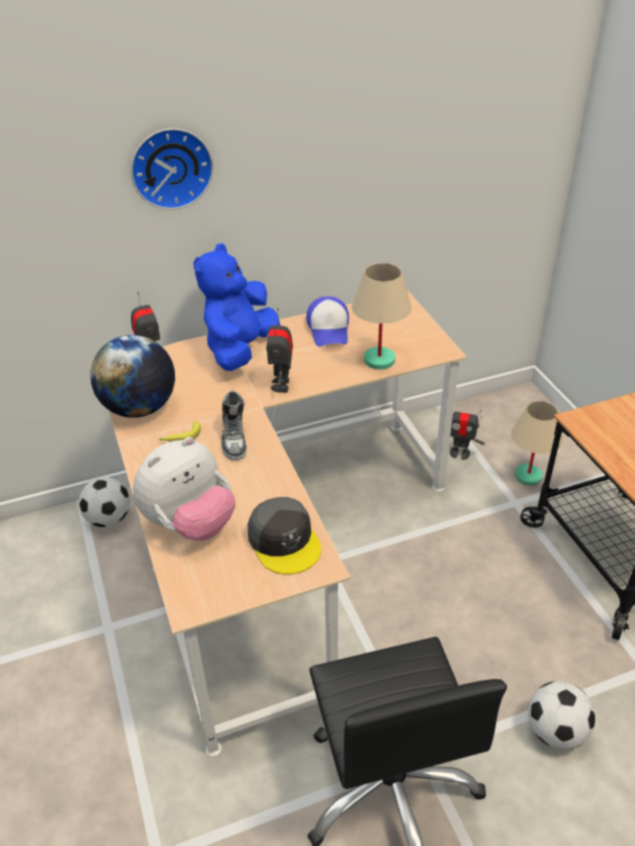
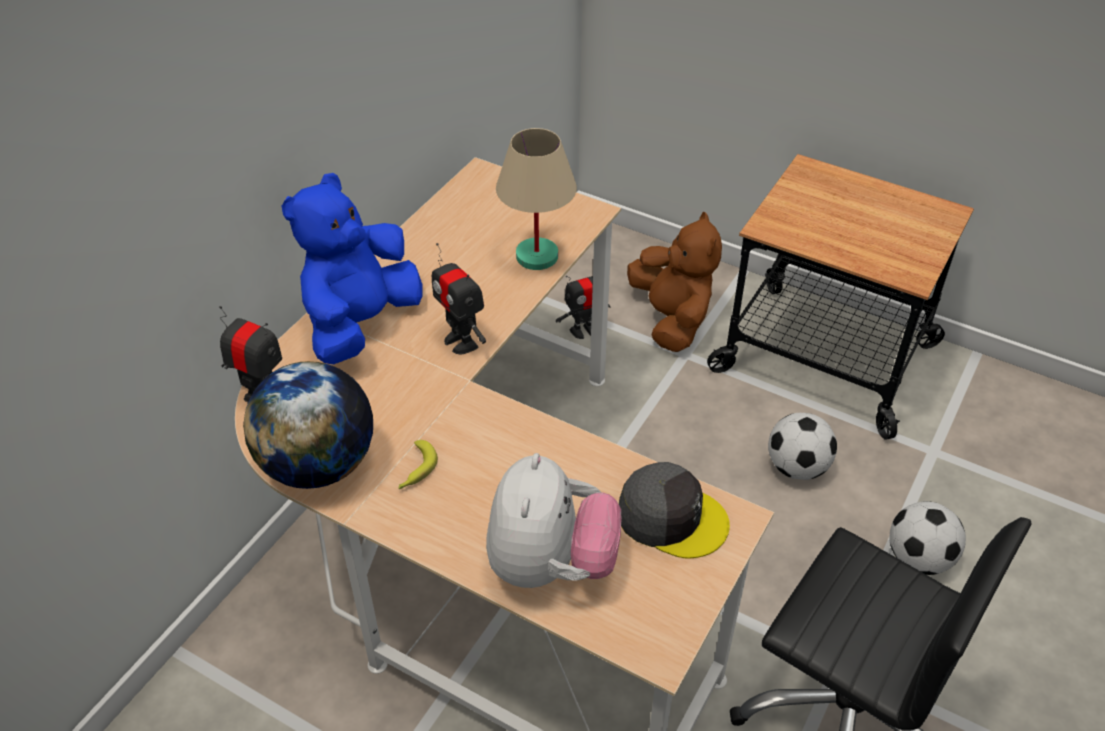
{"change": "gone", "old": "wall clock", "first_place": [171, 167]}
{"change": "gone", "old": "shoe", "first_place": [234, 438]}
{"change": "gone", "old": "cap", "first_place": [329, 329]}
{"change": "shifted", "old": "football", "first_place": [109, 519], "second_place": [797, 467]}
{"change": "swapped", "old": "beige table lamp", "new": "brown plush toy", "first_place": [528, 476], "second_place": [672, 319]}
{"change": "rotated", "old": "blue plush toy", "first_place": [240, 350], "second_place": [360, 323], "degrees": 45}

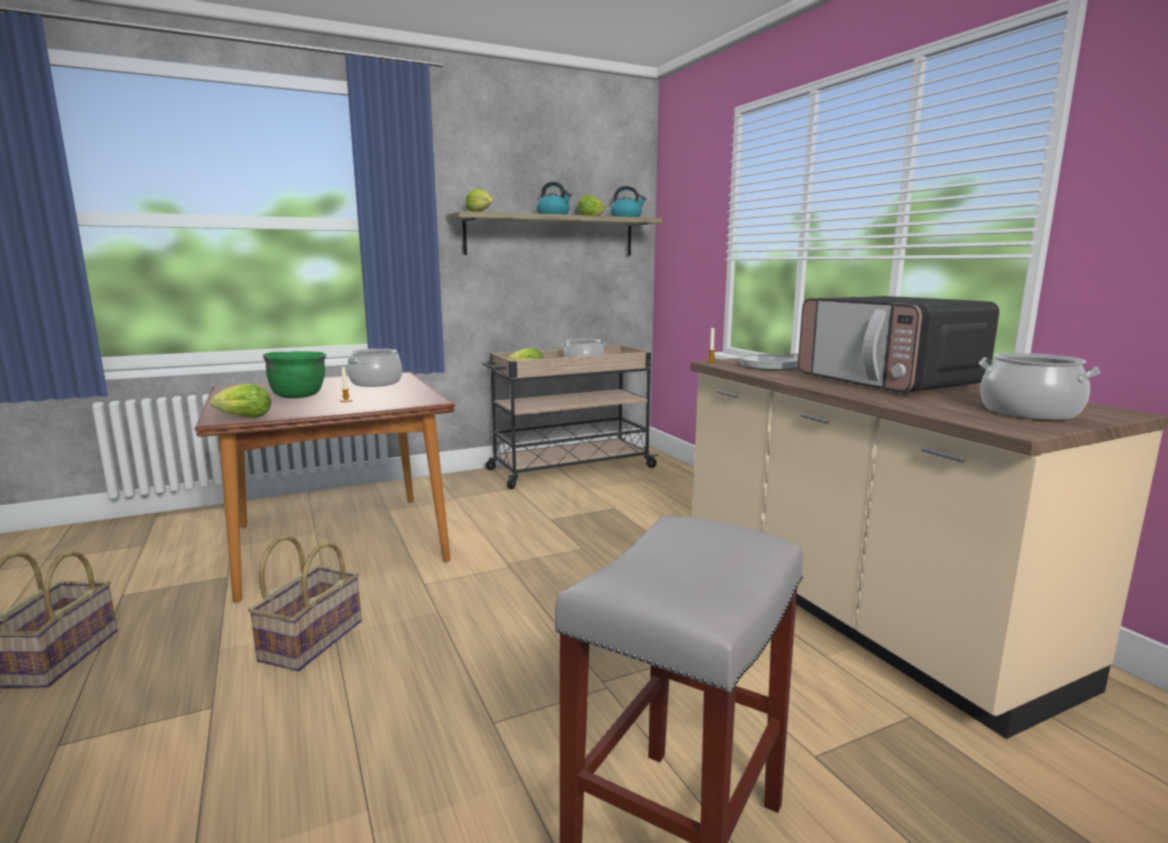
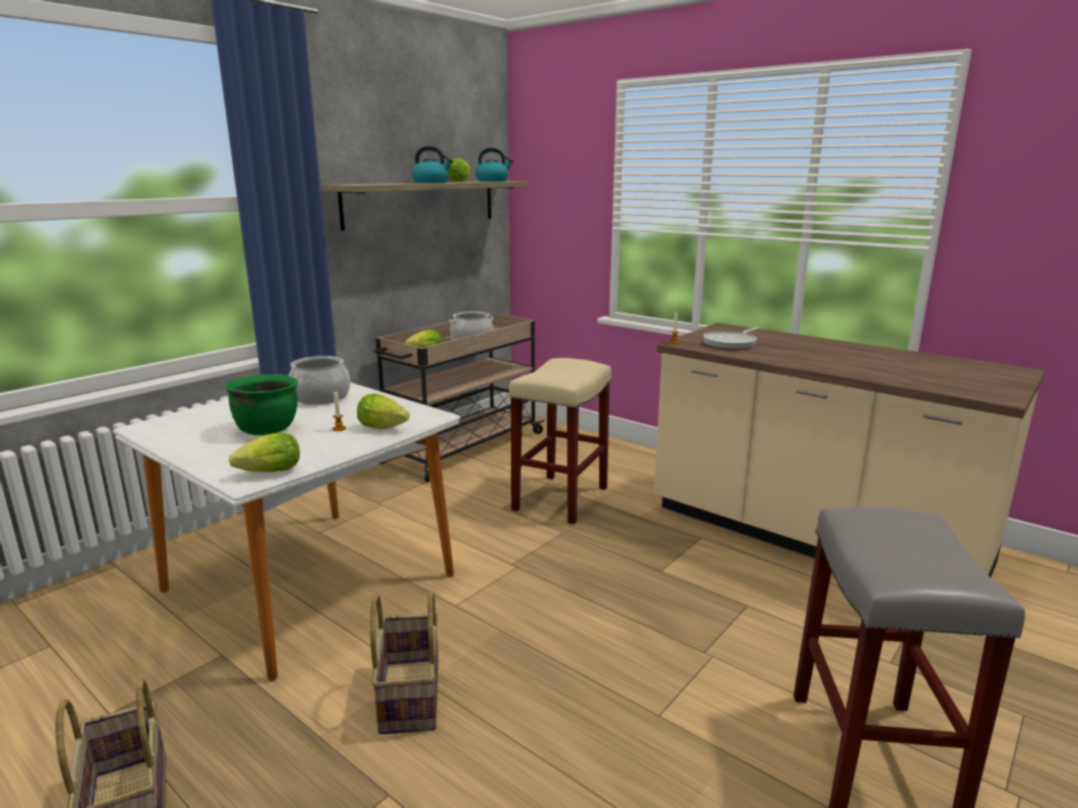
{"change": "gone", "old": "microwave", "first_place": [888, 382]}
{"change": "gone", "old": "cooking pot", "first_place": [1028, 412]}
{"change": "new", "new": "beige stool", "second_place": [560, 499]}
{"change": "shifted", "old": "lettuce", "first_place": [481, 212], "second_place": [385, 428]}
{"change": "repainted", "old": "brown dining table", "new": "white dining table", "first_place": [340, 543], "second_place": [311, 583]}

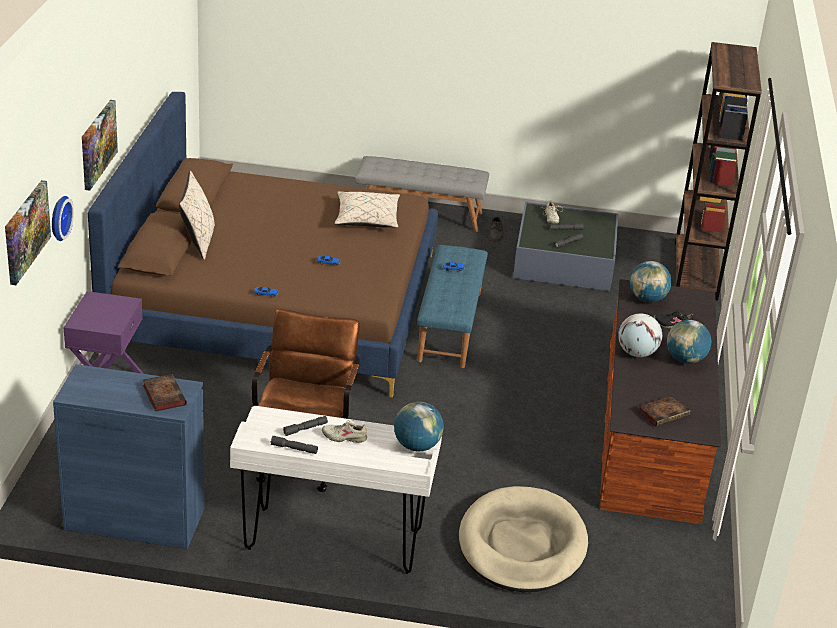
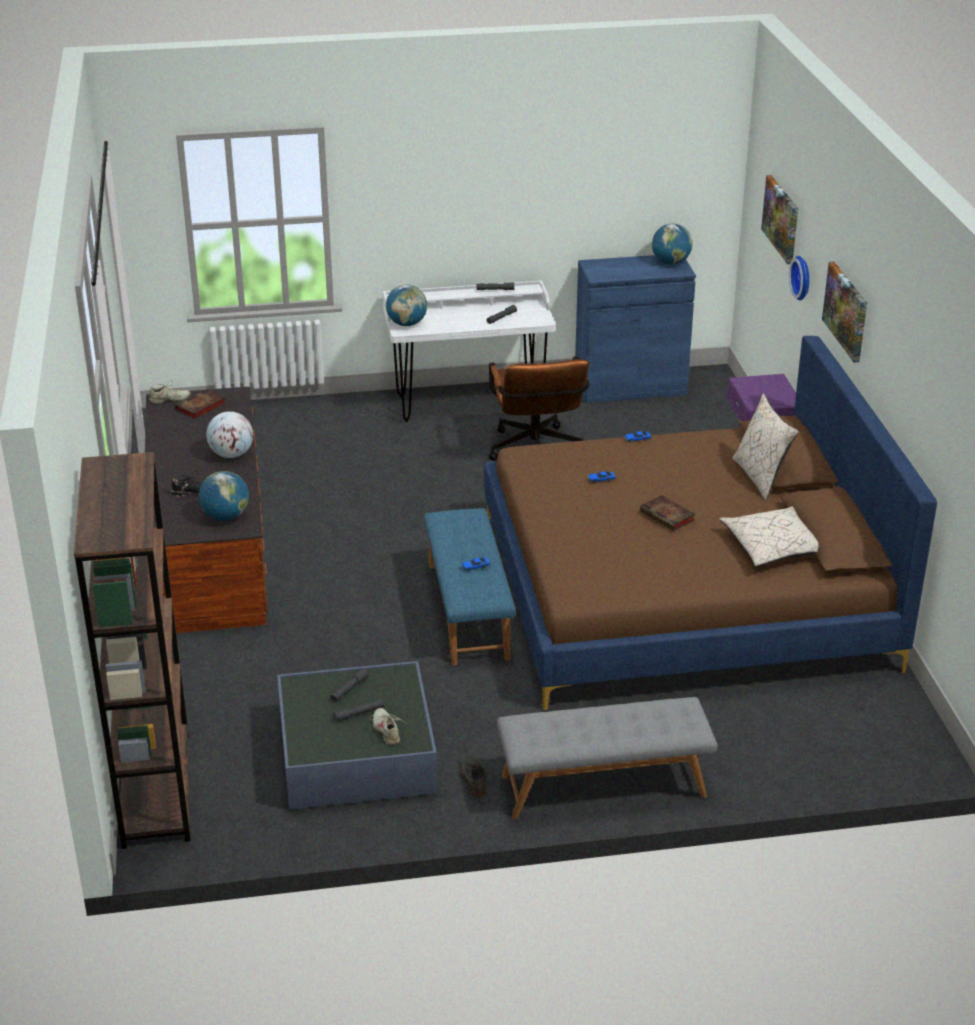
{"change": "gone", "old": "beige dog bed", "first_place": [522, 545]}
{"change": "shifted", "old": "book", "first_place": [163, 395], "second_place": [668, 516]}
{"change": "shifted", "old": "beige shoe", "first_place": [344, 437], "second_place": [169, 400]}
{"change": "shifted", "old": "beige pillow", "first_place": [366, 219], "second_place": [773, 547]}
{"change": "shifted", "old": "globe", "first_place": [685, 359], "second_place": [670, 262]}

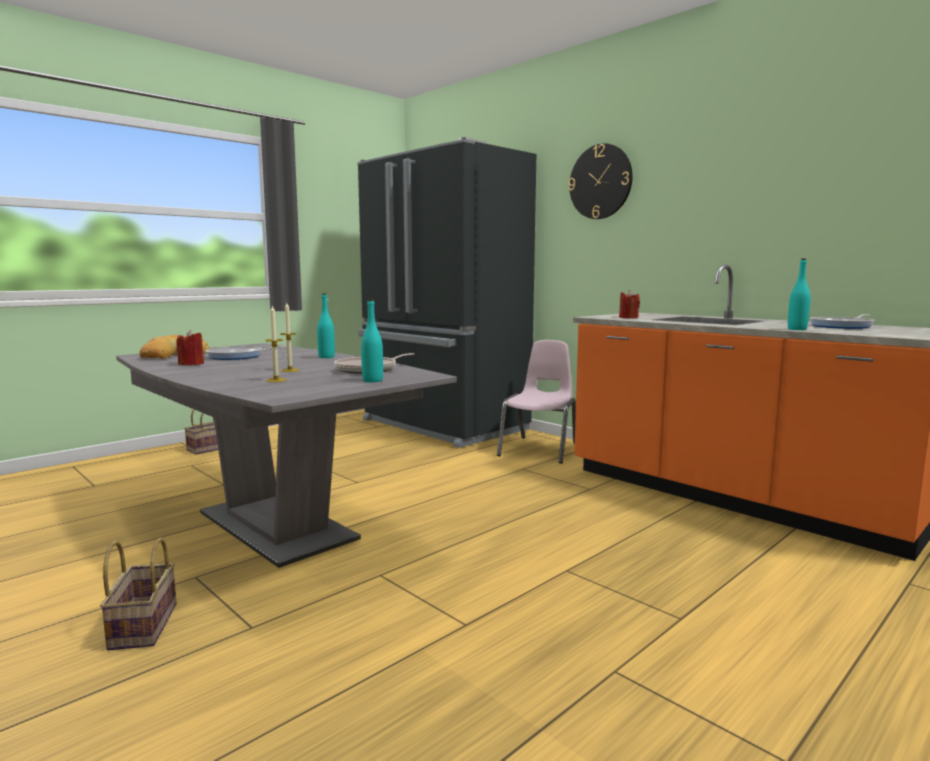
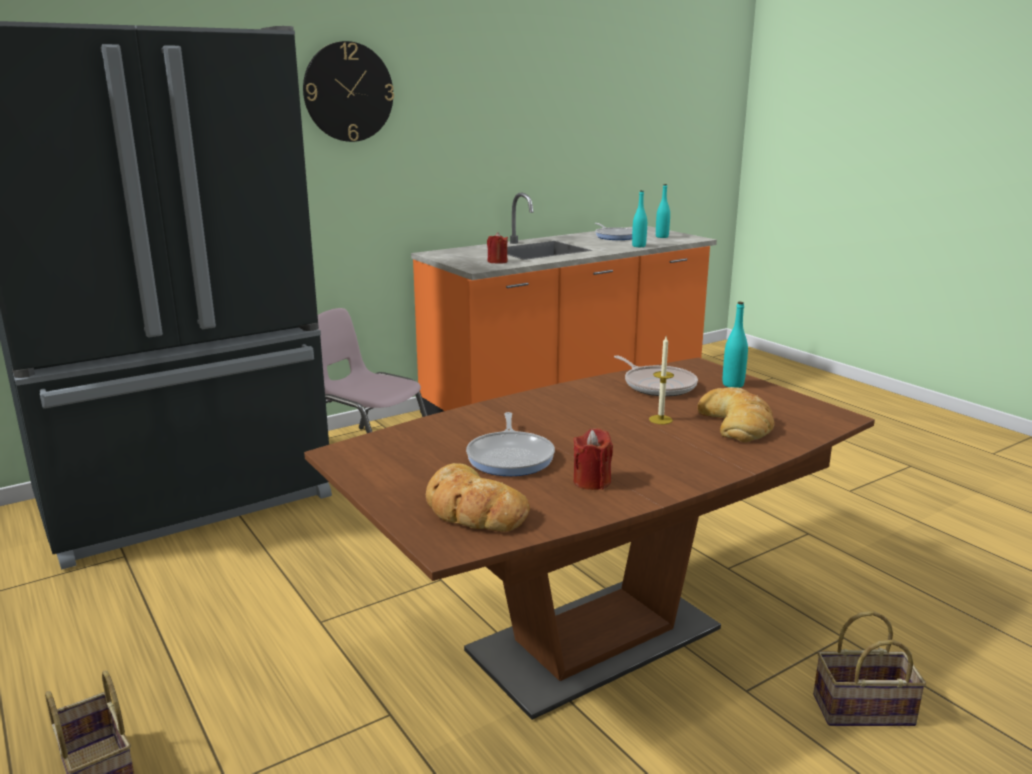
{"change": "shifted", "old": "turquoise bottle", "first_place": [326, 357], "second_place": [662, 237]}
{"change": "swapped", "old": "candle", "new": "bread", "first_place": [276, 380], "second_place": [737, 423]}
{"change": "repainted", "old": "grey dining table", "new": "brown dining table", "first_place": [276, 526], "second_place": [595, 640]}

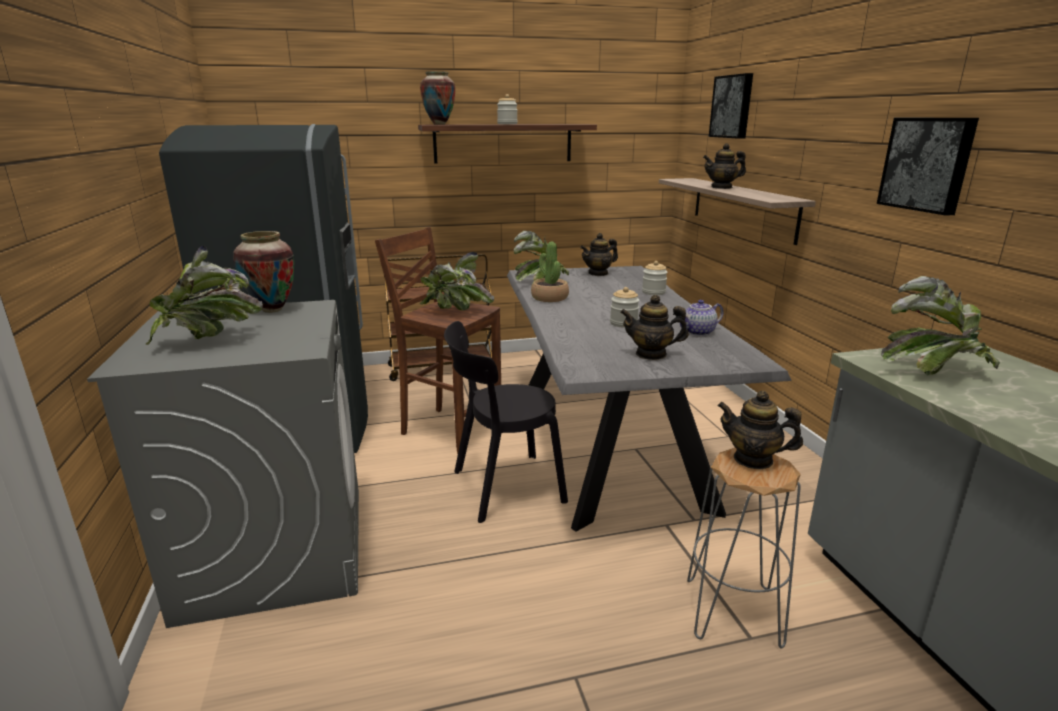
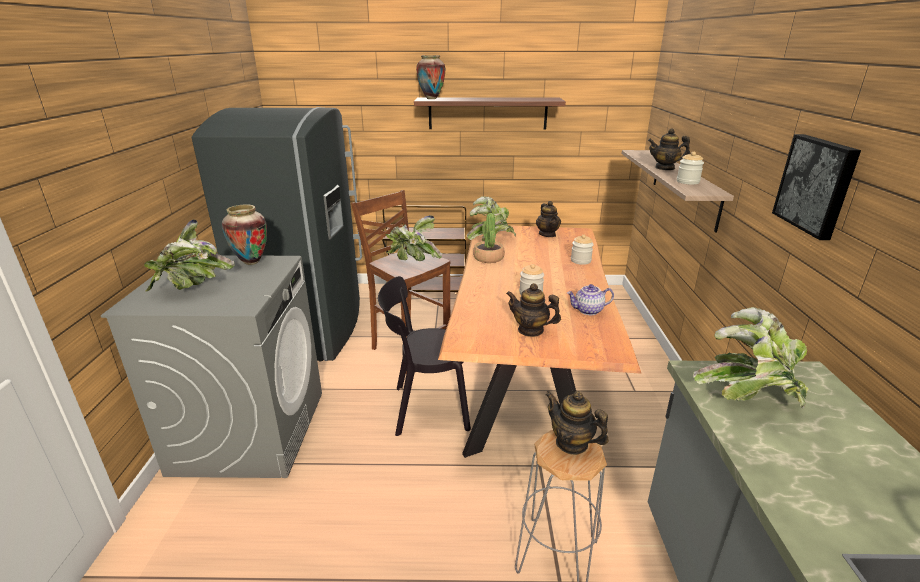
{"change": "gone", "old": "picture", "first_place": [732, 106]}
{"change": "shifted", "old": "jar", "first_place": [507, 124], "second_place": [687, 182]}
{"change": "repainted", "old": "grey dining table", "new": "brown dining table", "first_place": [606, 441], "second_place": [527, 380]}
{"change": "rotated", "old": "teapot", "first_place": [598, 273], "second_place": [547, 234], "degrees": -90}

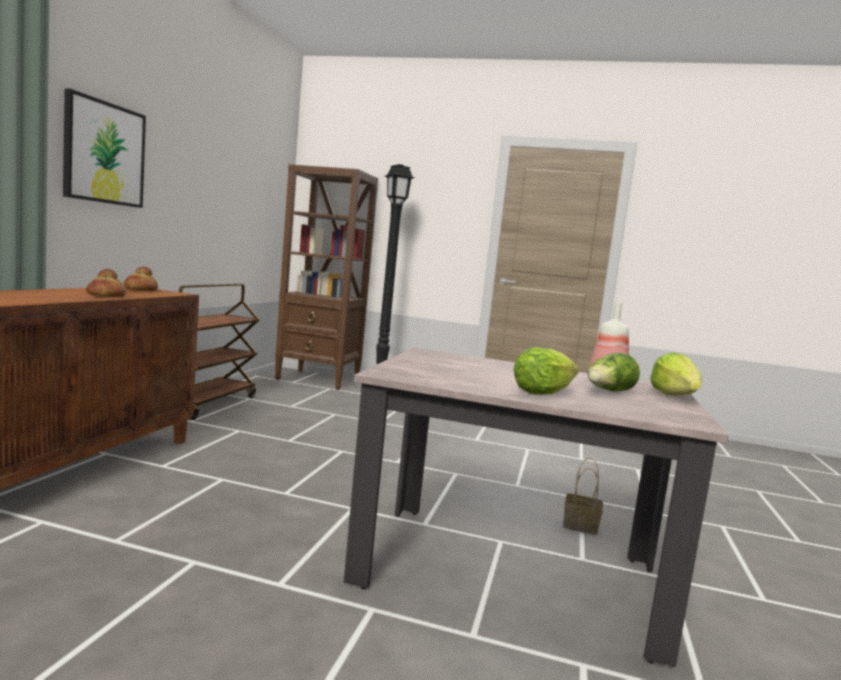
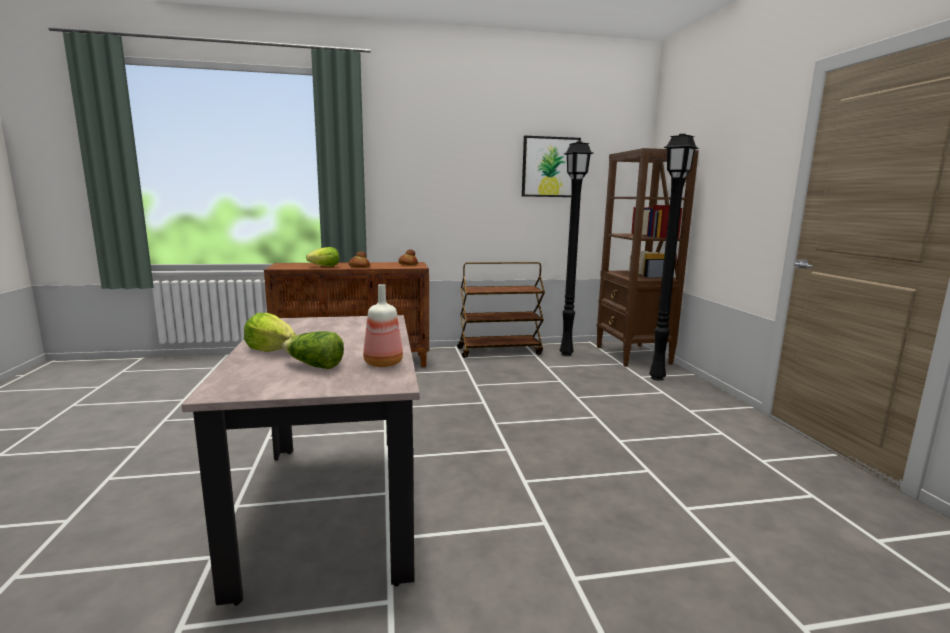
{"change": "gone", "old": "basket", "first_place": [581, 526]}
{"change": "new", "new": "black floor lamp", "second_place": [566, 354]}
{"change": "shifted", "old": "picture", "first_place": [104, 153], "second_place": [550, 167]}
{"change": "shifted", "old": "lettuce", "first_place": [674, 396], "second_place": [325, 266]}

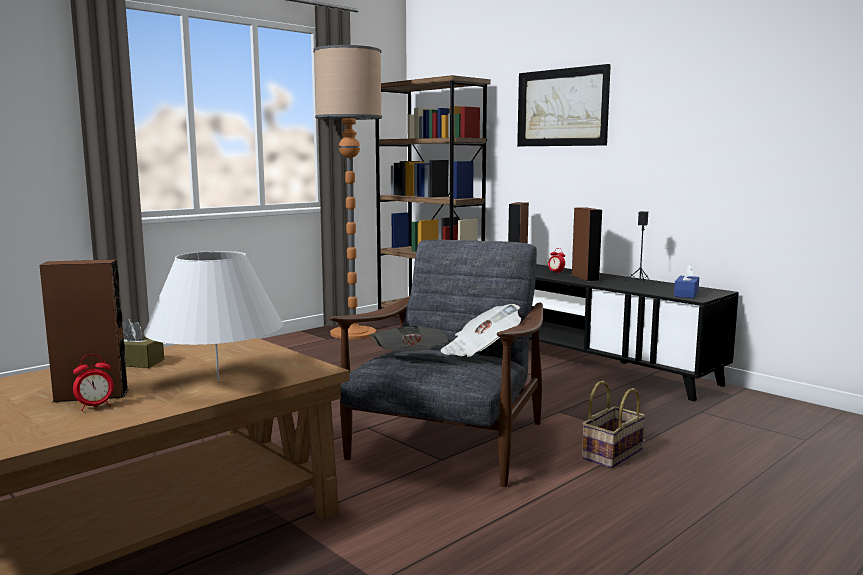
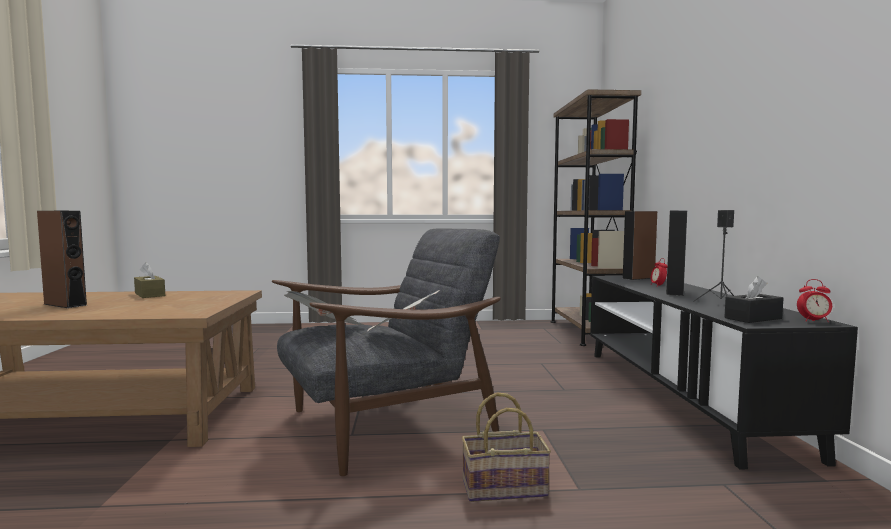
{"change": "gone", "old": "white table lamp", "first_place": [218, 381]}
{"change": "gone", "old": "floor lamp", "first_place": [353, 333]}
{"change": "gone", "old": "picture", "first_place": [562, 107]}
{"change": "shifted", "old": "alarm clock", "first_place": [95, 407], "second_place": [813, 321]}
{"change": "repainted", "old": "blue tissue box", "new": "black tissue box", "first_place": [686, 294], "second_place": [753, 318]}

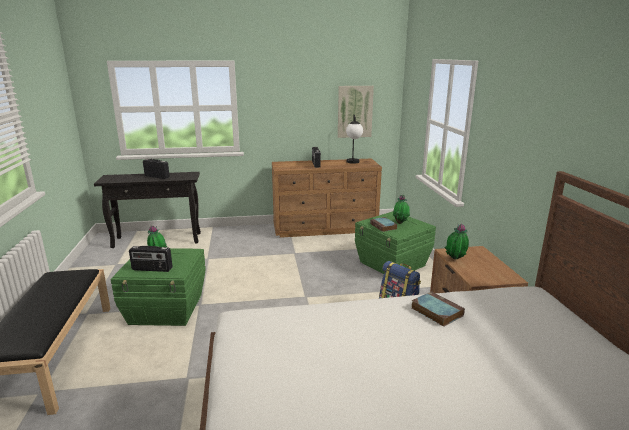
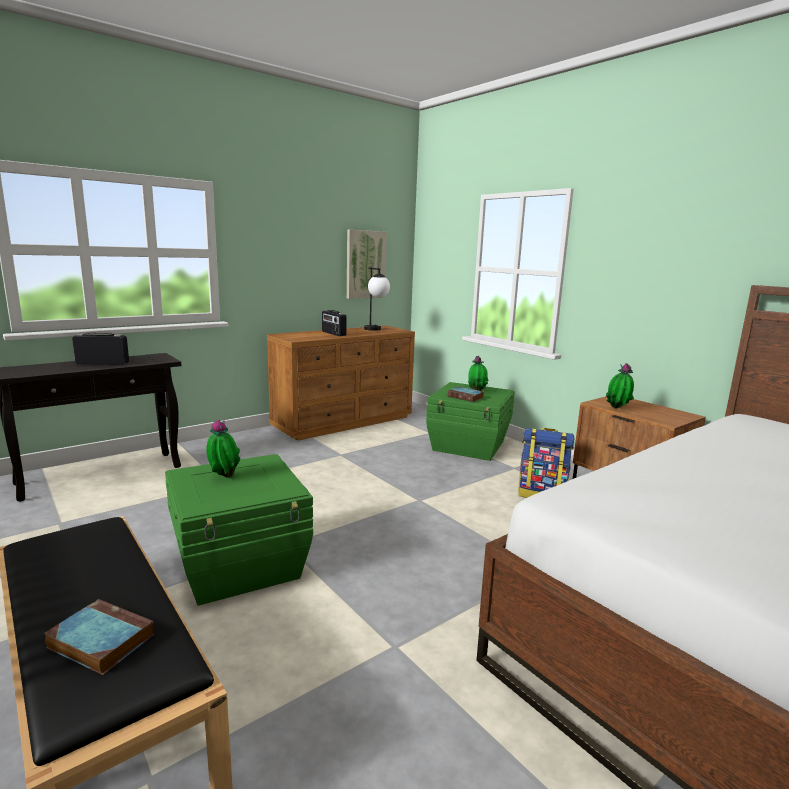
{"change": "gone", "old": "radio", "first_place": [152, 269]}
{"change": "shifted", "old": "book", "first_place": [435, 311], "second_place": [99, 641]}

